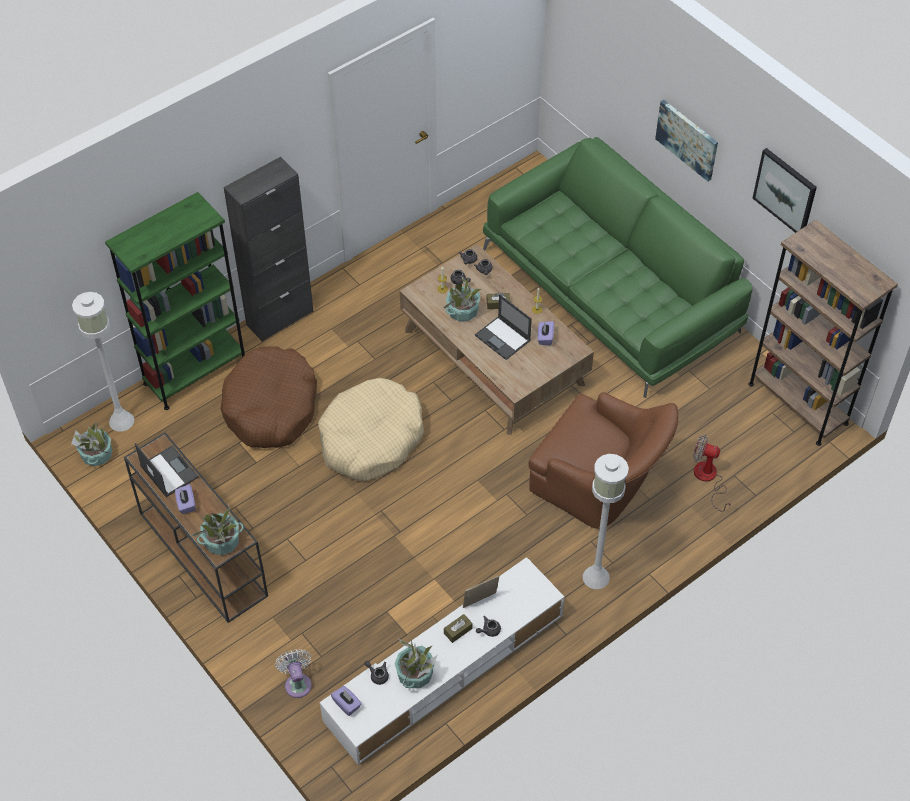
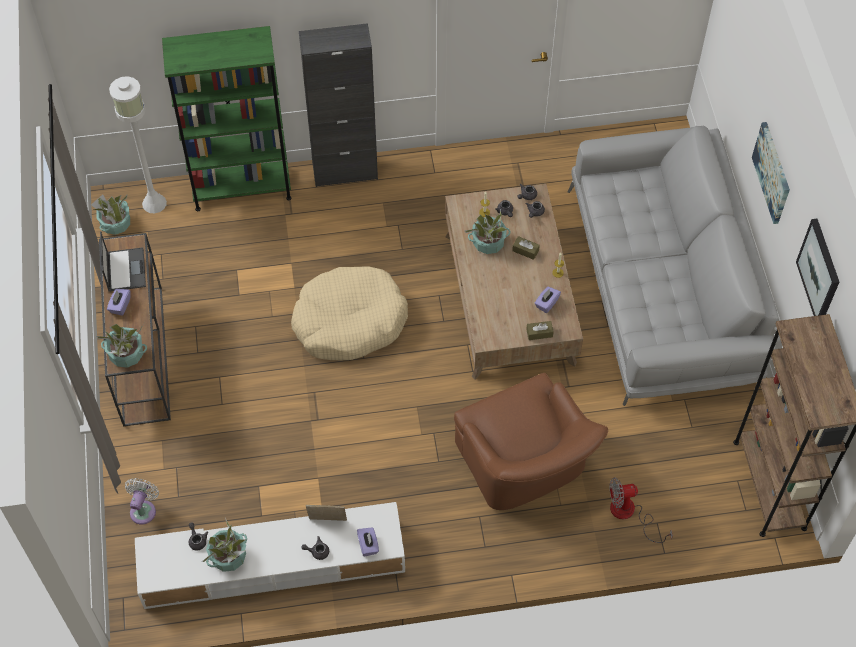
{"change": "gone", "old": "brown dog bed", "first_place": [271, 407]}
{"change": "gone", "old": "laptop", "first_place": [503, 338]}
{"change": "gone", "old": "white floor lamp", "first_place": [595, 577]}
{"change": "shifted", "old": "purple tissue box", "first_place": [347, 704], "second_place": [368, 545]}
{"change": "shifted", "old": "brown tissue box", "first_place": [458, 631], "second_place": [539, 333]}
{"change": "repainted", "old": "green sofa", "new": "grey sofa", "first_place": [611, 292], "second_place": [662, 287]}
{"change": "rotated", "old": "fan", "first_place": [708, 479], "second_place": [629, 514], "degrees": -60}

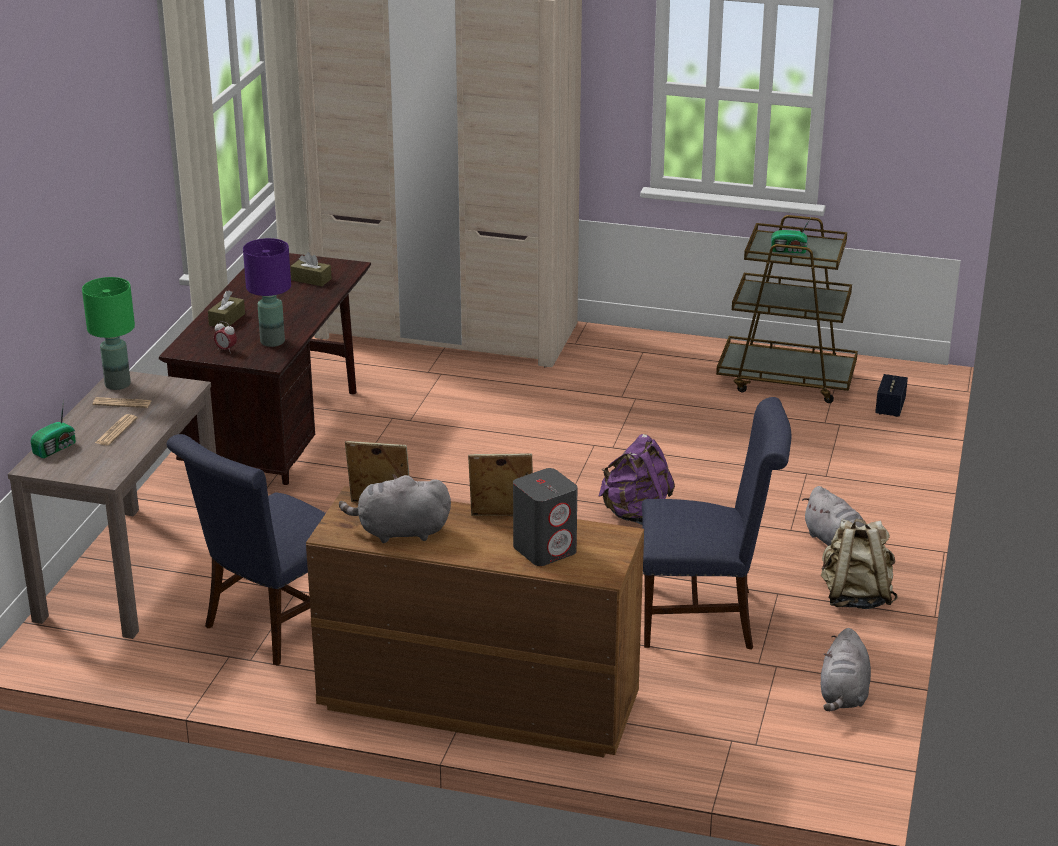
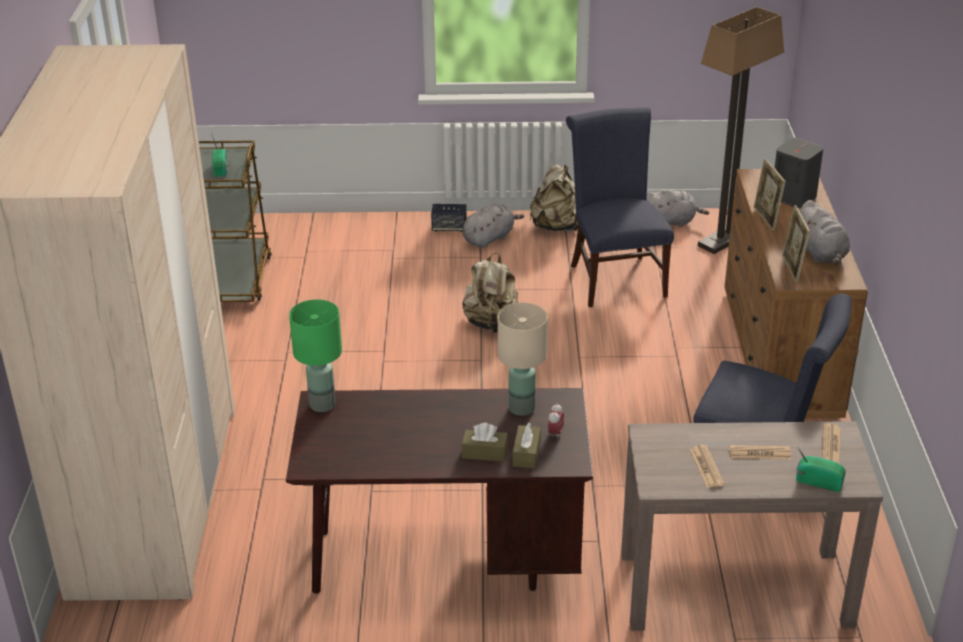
{"change": "new", "new": "floor lamp", "second_place": [724, 239]}
{"change": "new", "new": "newspaper", "second_place": [831, 445]}
{"change": "shifted", "old": "green table lamp", "first_place": [117, 385], "second_place": [323, 404]}
{"change": "shifted", "old": "brown tissue box", "first_place": [311, 279], "second_place": [526, 454]}
{"change": "shifted", "old": "speaker", "first_place": [890, 408], "second_place": [449, 228]}
{"change": "repainted", "old": "purple table lamp", "new": "beige table lamp", "first_place": [273, 341], "second_place": [521, 408]}
{"change": "repainted", "old": "purple backpack", "new": "beige backpack", "first_place": [637, 515], "second_place": [491, 323]}

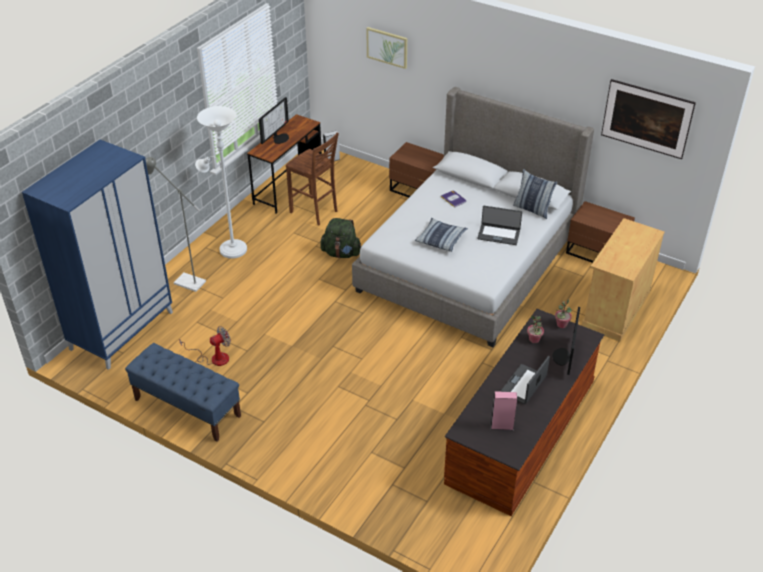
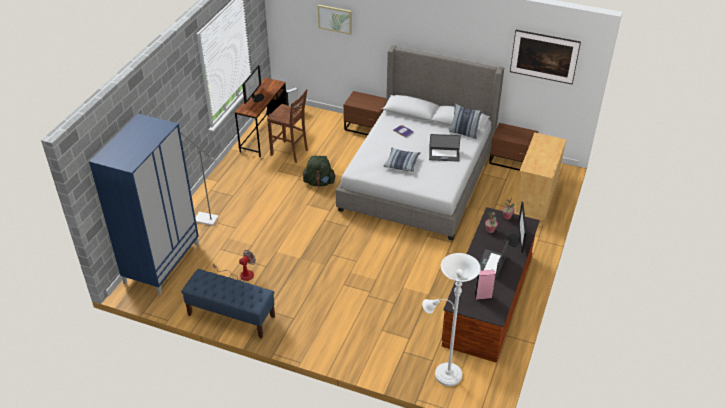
{"change": "shifted", "old": "white floor lamp", "first_place": [230, 248], "second_place": [444, 374]}

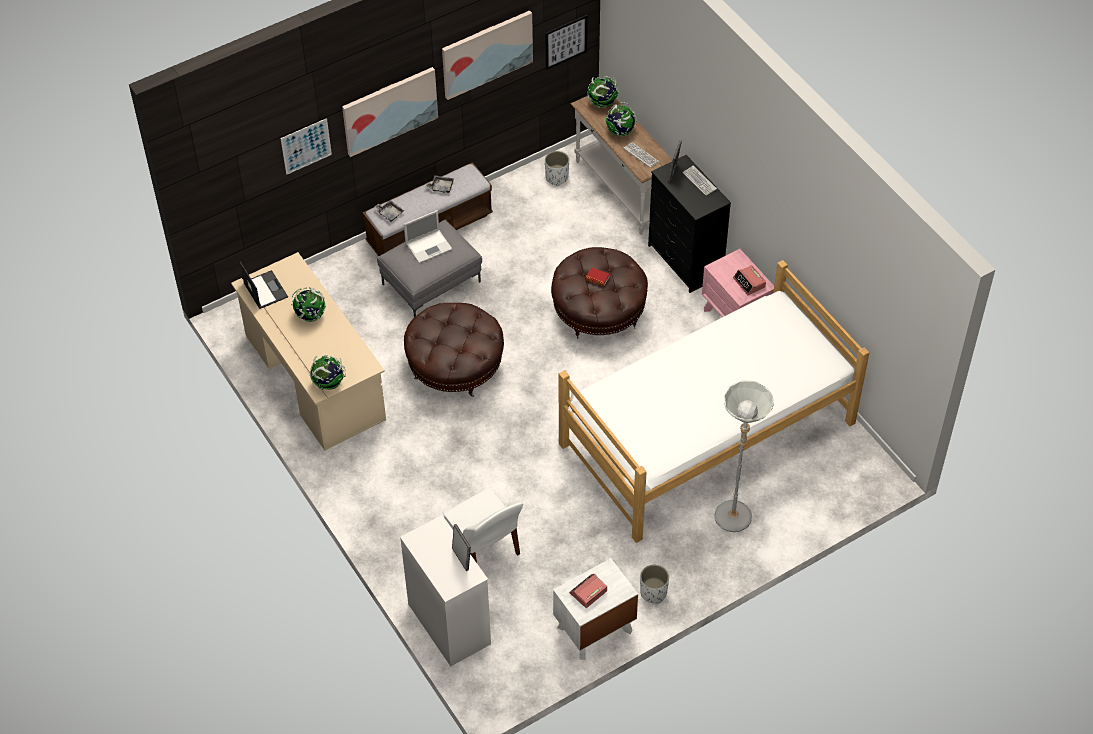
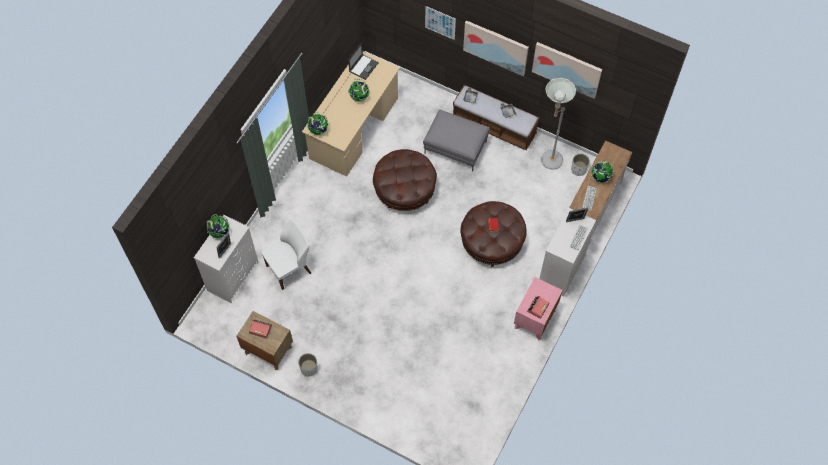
{"change": "gone", "old": "laptop", "first_place": [429, 246]}
{"change": "gone", "old": "picture", "first_place": [566, 42]}
{"change": "gone", "old": "bed", "first_place": [708, 434]}
{"change": "shifted", "old": "globe", "first_place": [602, 103], "second_place": [220, 232]}
{"change": "shifted", "old": "grey floor lamp", "first_place": [733, 524], "second_place": [547, 162]}
{"change": "repainted", "old": "white nightstand", "new": "brown nightstand", "first_place": [594, 629], "second_place": [268, 350]}
{"change": "repainted", "old": "black dresser", "new": "white dresser", "first_place": [686, 261], "second_place": [561, 270]}
{"change": "rotated", "old": "white chair", "first_place": [484, 549], "second_place": [290, 269], "degrees": -150}

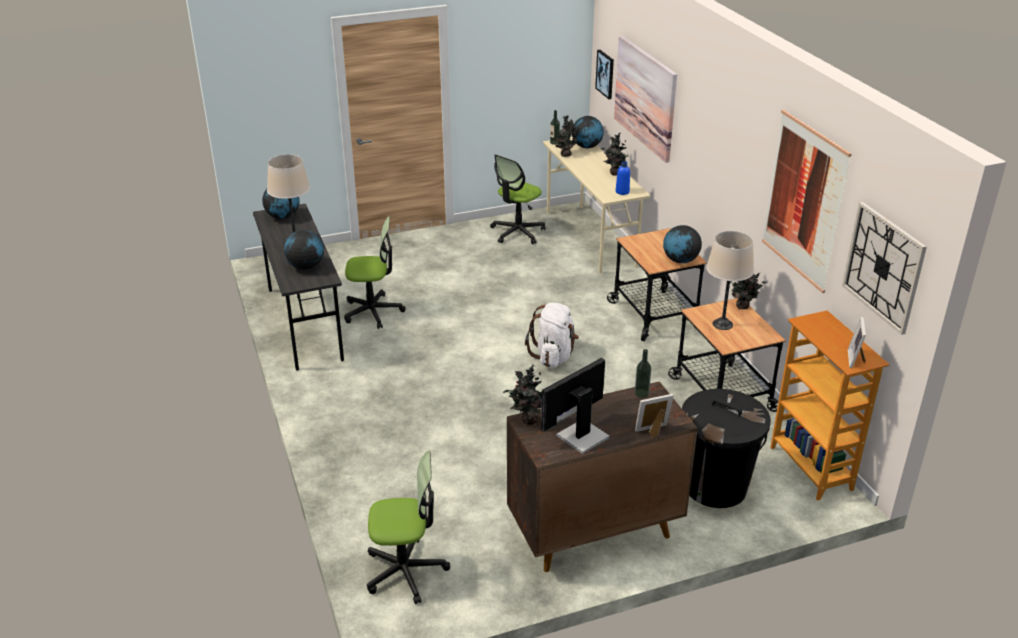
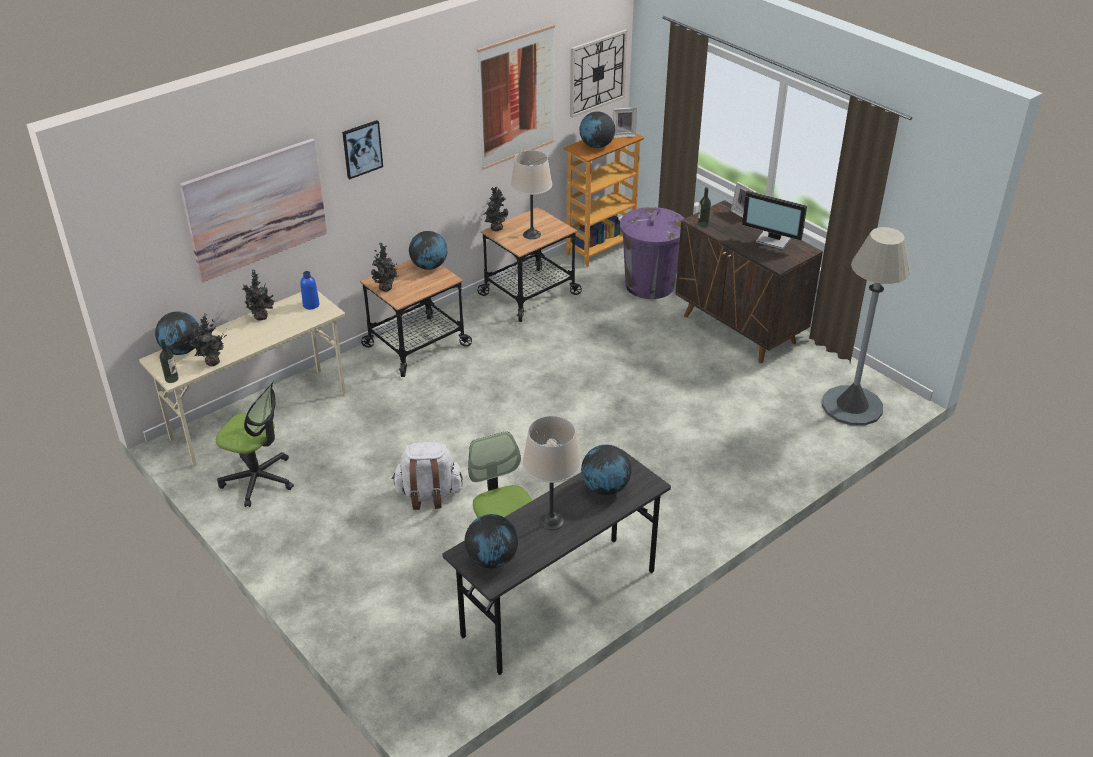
{"change": "new", "new": "globe", "second_place": [596, 146]}
{"change": "shifted", "old": "potted plant", "first_place": [527, 420], "second_place": [386, 289]}
{"change": "shifted", "old": "white backpack", "first_place": [553, 356], "second_place": [428, 495]}
{"change": "shifted", "old": "picture", "first_place": [605, 74], "second_place": [362, 149]}
{"change": "swapped", "old": "office chair", "new": "grey floor lamp", "first_place": [405, 571], "second_place": [851, 406]}
{"change": "repainted", "old": "black trash can", "new": "purple trash can", "first_place": [715, 486], "second_place": [649, 285]}

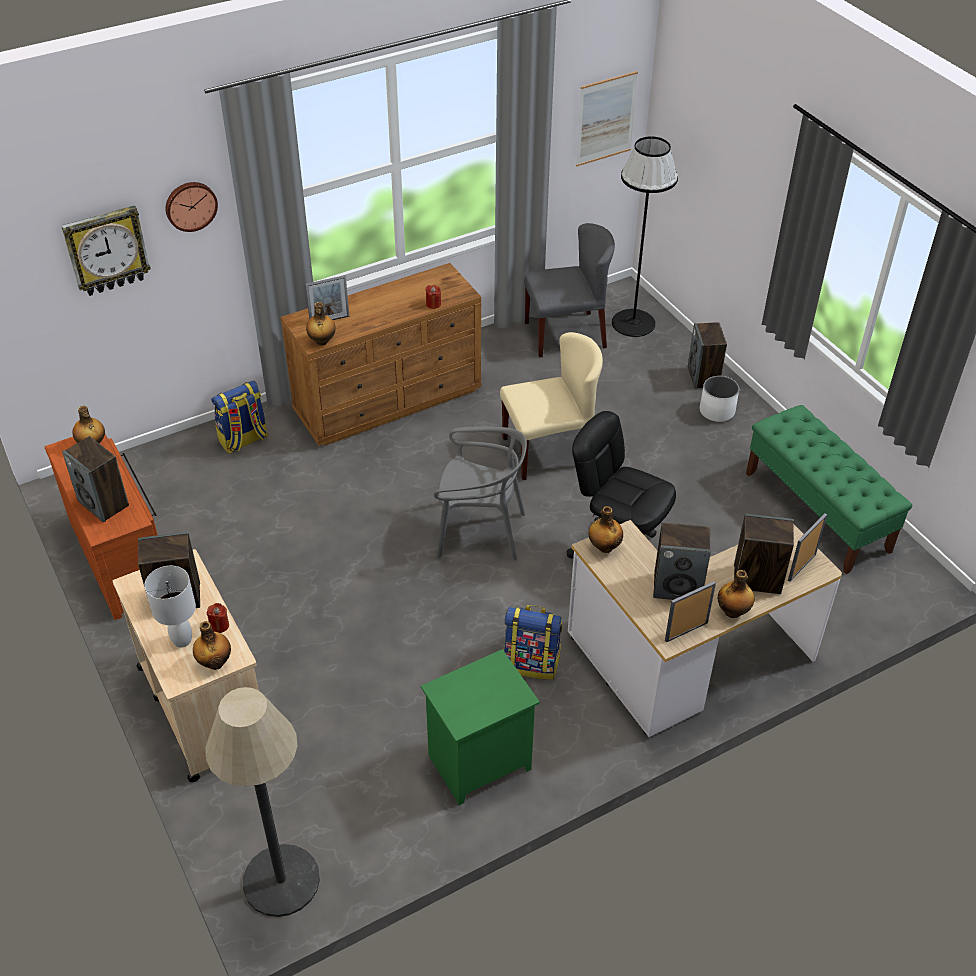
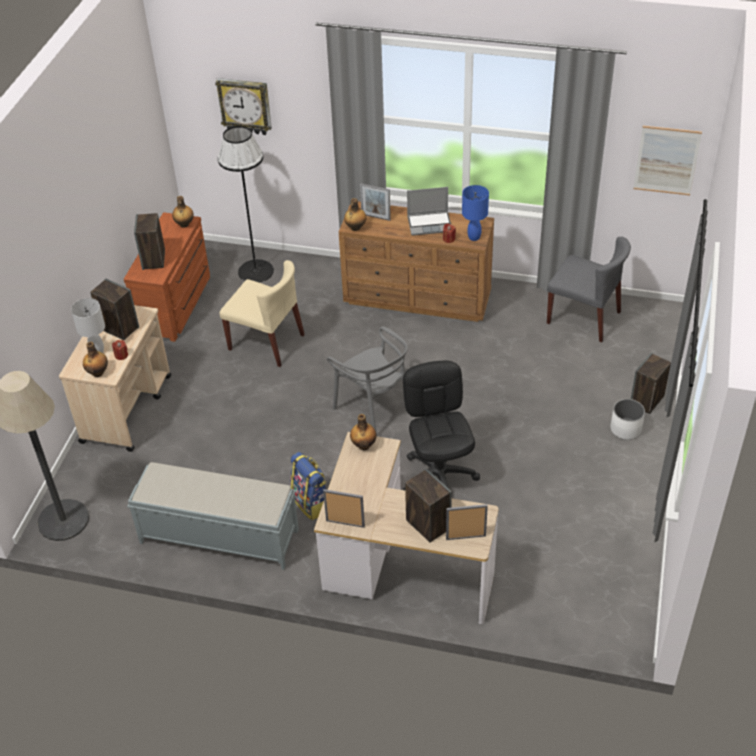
{"change": "gone", "old": "wall clock", "first_place": [190, 205]}
{"change": "gone", "old": "backpack", "first_place": [243, 440]}
{"change": "gone", "old": "speaker", "first_place": [677, 587]}
{"change": "gone", "old": "bottle", "first_place": [733, 611]}
{"change": "gone", "old": "green bench", "first_place": [817, 512]}
{"change": "new", "new": "laptop", "second_place": [430, 224]}
{"change": "new", "new": "blue table lamp", "second_place": [474, 237]}
{"change": "shifted", "old": "beige chair", "first_place": [549, 451], "second_place": [267, 342]}
{"change": "shifted", "old": "black floor lamp", "first_place": [633, 323], "second_place": [255, 271]}
{"change": "swapped", "old": "green nightstand", "new": "grey bench", "first_place": [479, 764], "second_place": [218, 536]}

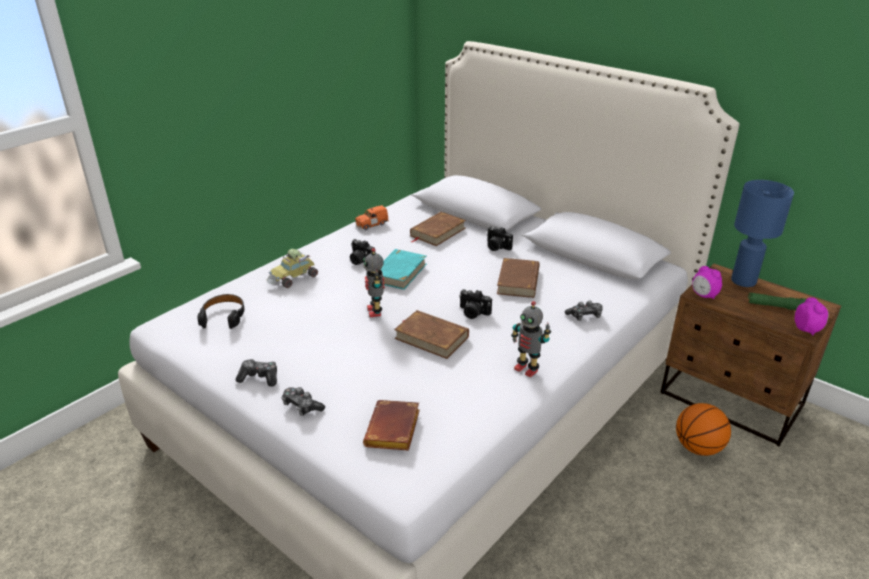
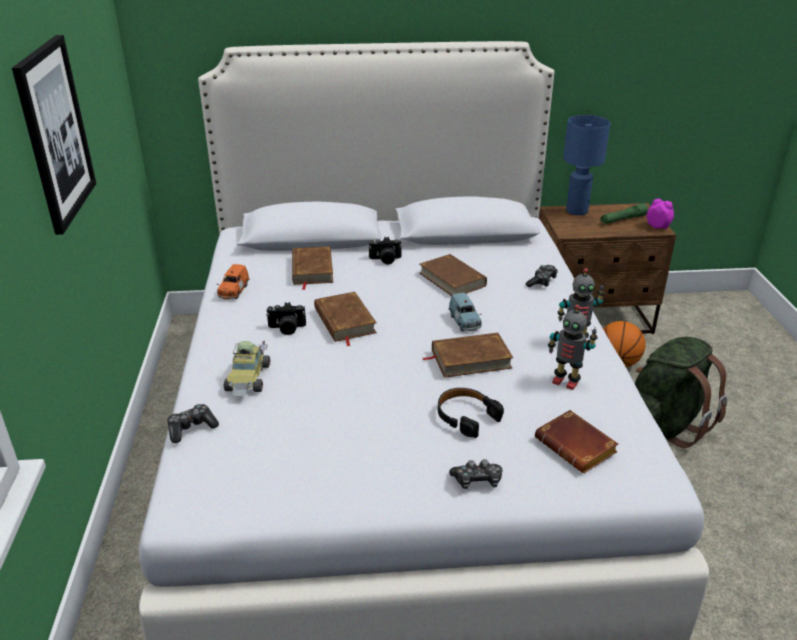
{"change": "gone", "old": "alarm clock", "first_place": [704, 296]}
{"change": "new", "new": "picture", "second_place": [55, 133]}
{"change": "new", "new": "green backpack", "second_place": [664, 425]}
{"change": "shifted", "old": "black headphones", "first_place": [223, 316], "second_place": [466, 416]}
{"change": "shifted", "old": "game controller", "first_place": [259, 377], "second_place": [191, 428]}
{"change": "shifted", "old": "toy robot", "first_place": [375, 311], "second_place": [566, 381]}
{"change": "swapped", "old": "photo camera", "new": "blue toy car", "first_place": [473, 313], "second_place": [464, 322]}
{"change": "repainted", "old": "turquoise book", "new": "brown book", "first_place": [398, 273], "second_place": [344, 321]}

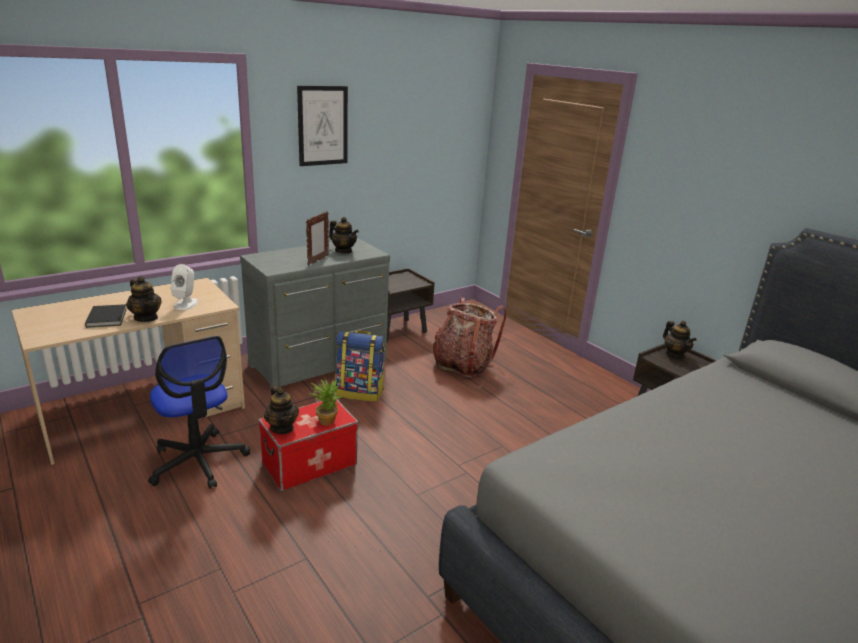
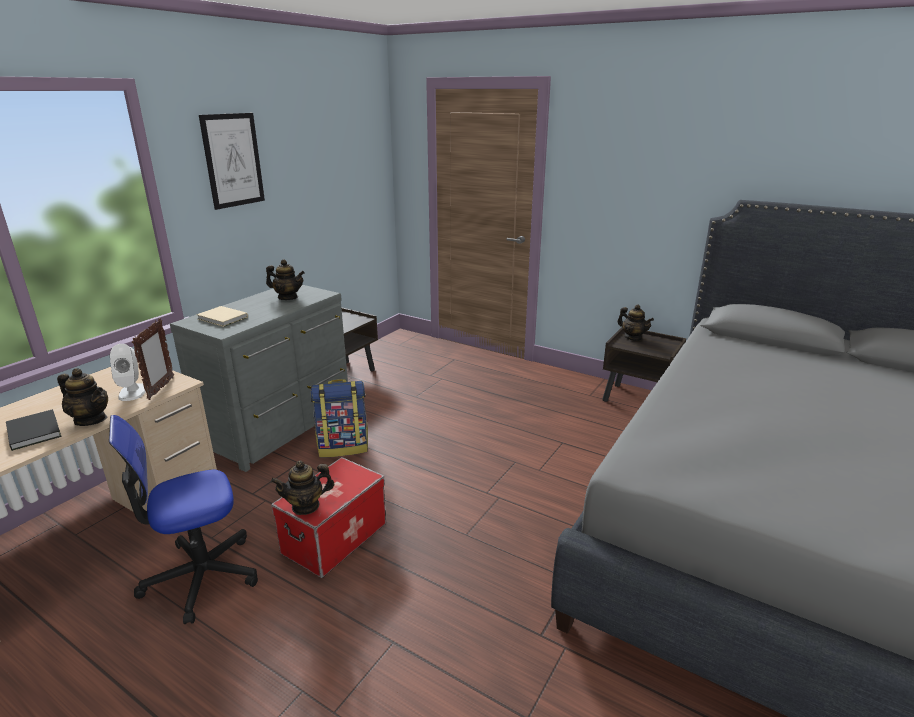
{"change": "gone", "old": "potted plant", "first_place": [326, 419]}
{"change": "gone", "old": "backpack", "first_place": [463, 364]}
{"change": "new", "new": "beige book", "second_place": [223, 318]}
{"change": "shifted", "old": "picture frame", "first_place": [318, 261], "second_place": [160, 388]}
{"change": "rotated", "old": "office chair", "first_place": [198, 461], "second_place": [201, 576], "degrees": 120}
{"change": "rotated", "old": "teapot", "first_place": [282, 428], "second_place": [306, 506], "degrees": 120}

